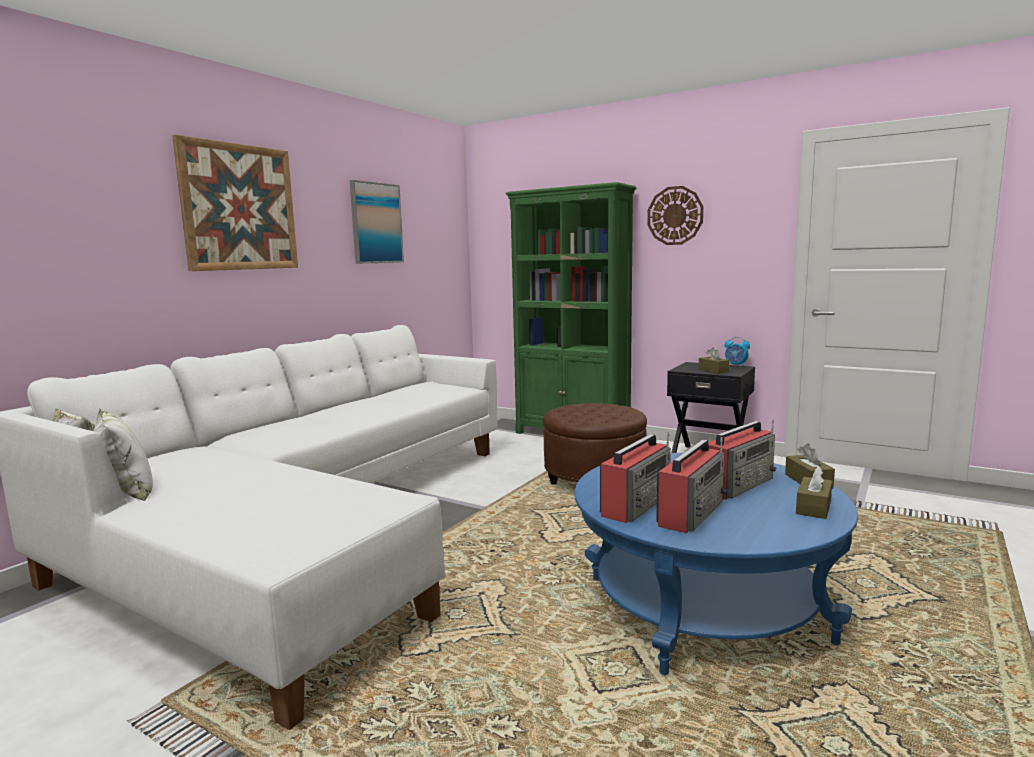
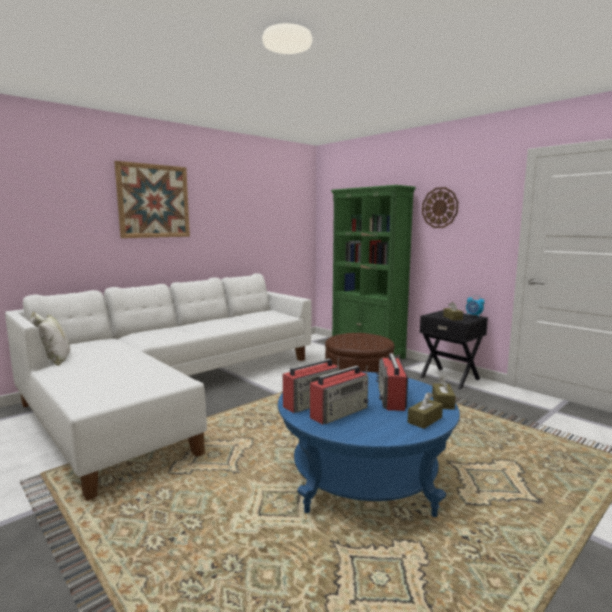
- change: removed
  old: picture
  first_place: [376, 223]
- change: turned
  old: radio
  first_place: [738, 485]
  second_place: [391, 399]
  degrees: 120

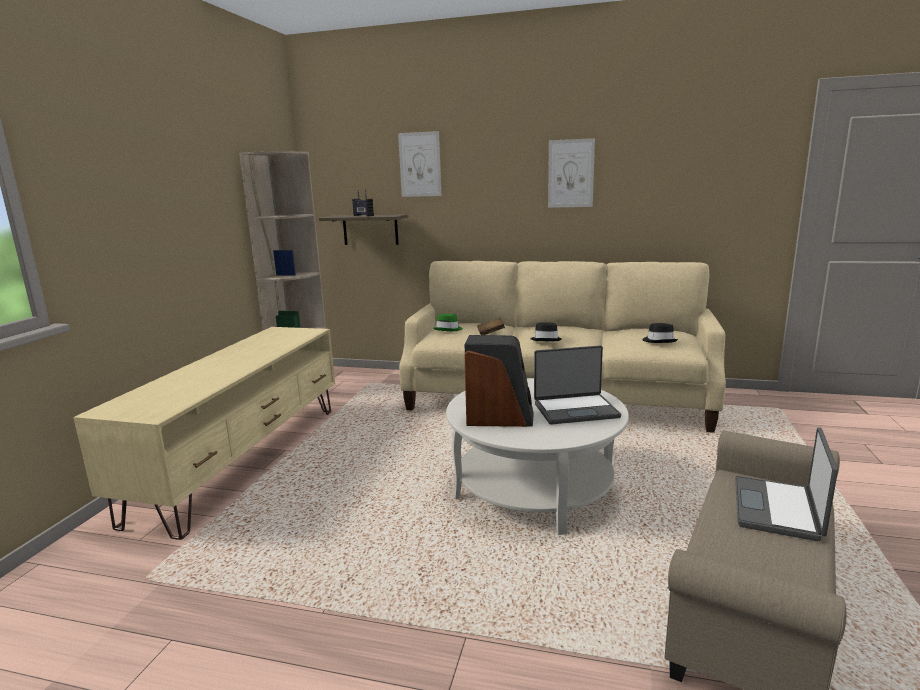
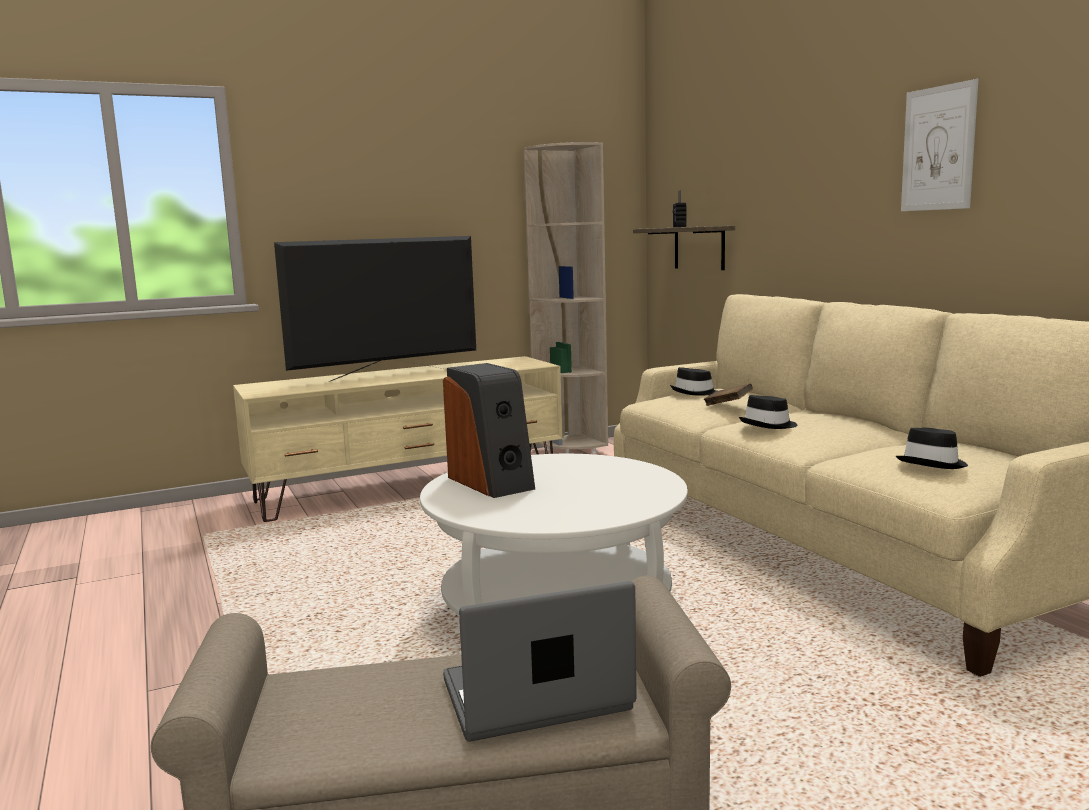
- change: removed
  old: picture
  first_place: [420, 164]
- change: removed
  old: laptop
  first_place: [575, 410]
- change: added
  new: television
  second_place: [387, 375]
- change: recoloured
  old: hat (green)
  new: hat (black)
  first_place: [448, 329]
  second_place: [695, 393]

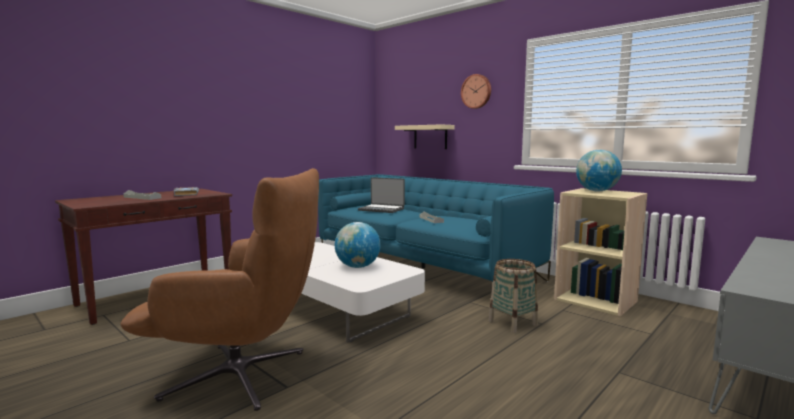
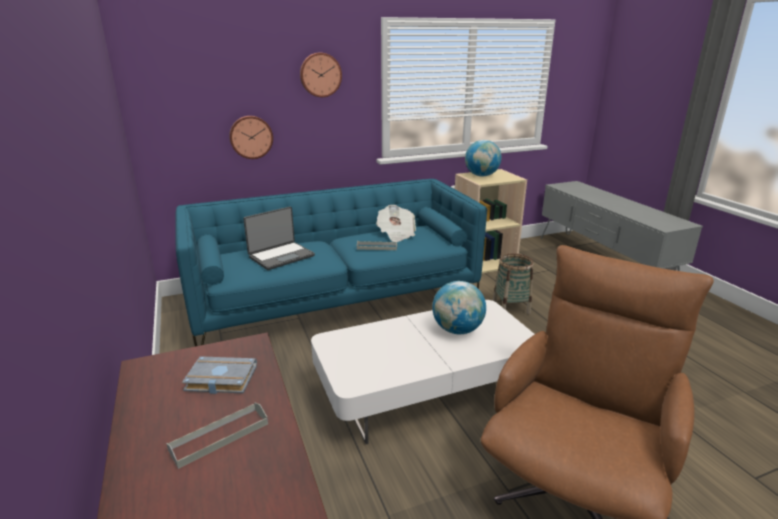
- change: added
  new: newspaper
  second_place: [396, 234]
- change: replaced
  old: shelf (beige)
  new: wall clock
  first_place: [430, 137]
  second_place: [251, 137]

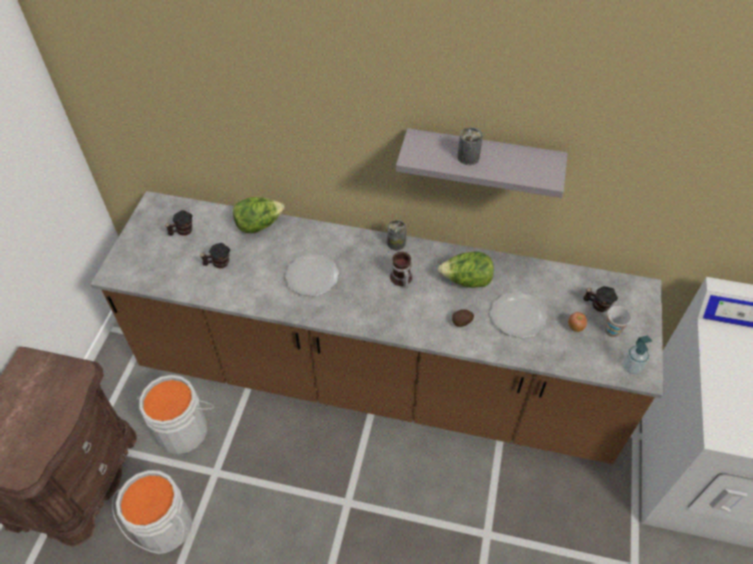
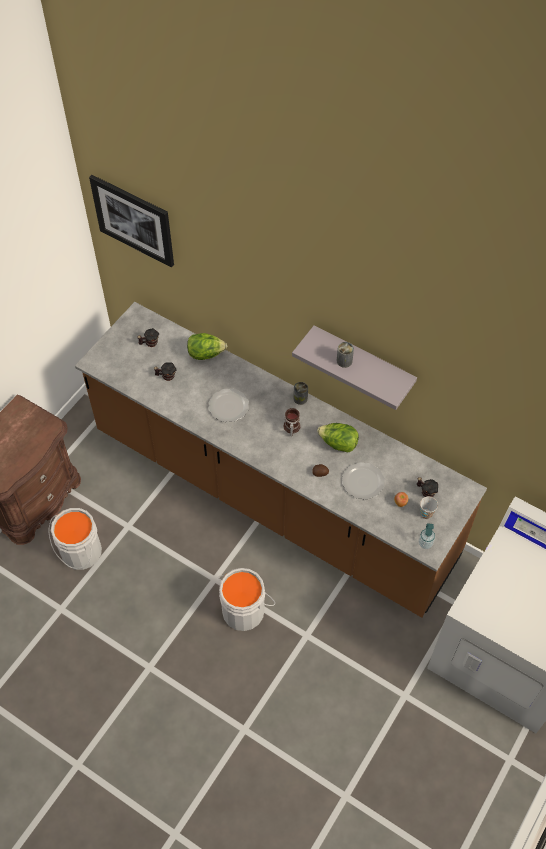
- change: added
  new: picture
  second_place: [134, 220]
- change: moved
  old: bucket (grey)
  first_place: [183, 428]
  second_place: [244, 609]

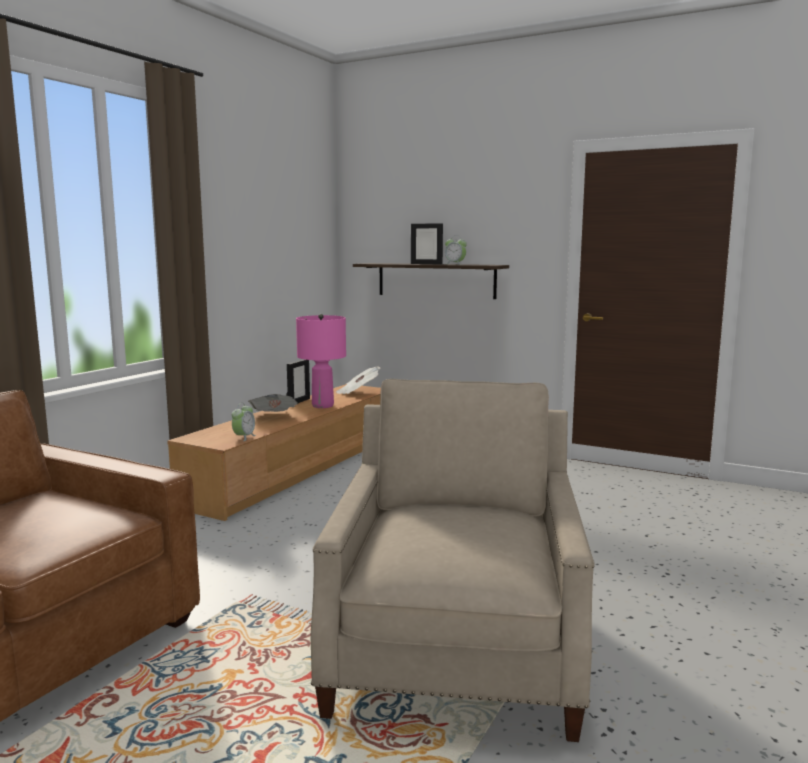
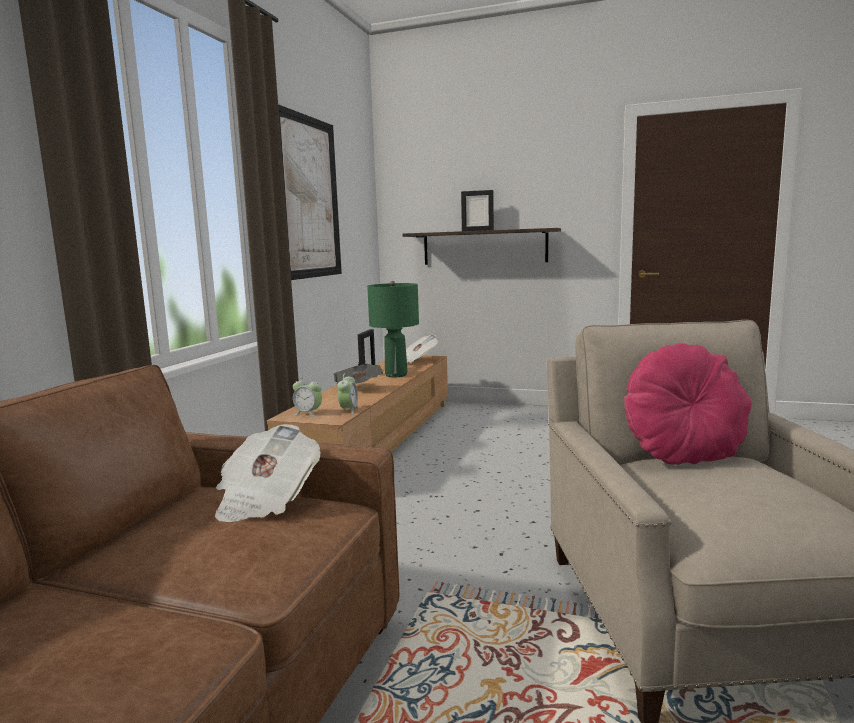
- change: added
  new: newspaper
  second_place: [266, 500]
- change: added
  new: picture
  second_place: [310, 198]
- change: added
  new: pillow (pink)
  second_place: [683, 458]
- change: moved
  old: alarm clock
  first_place: [455, 264]
  second_place: [308, 414]
- change: recoloured
  old: table lamp (pink)
  new: table lamp (green)
  first_place: [322, 405]
  second_place: [396, 375]

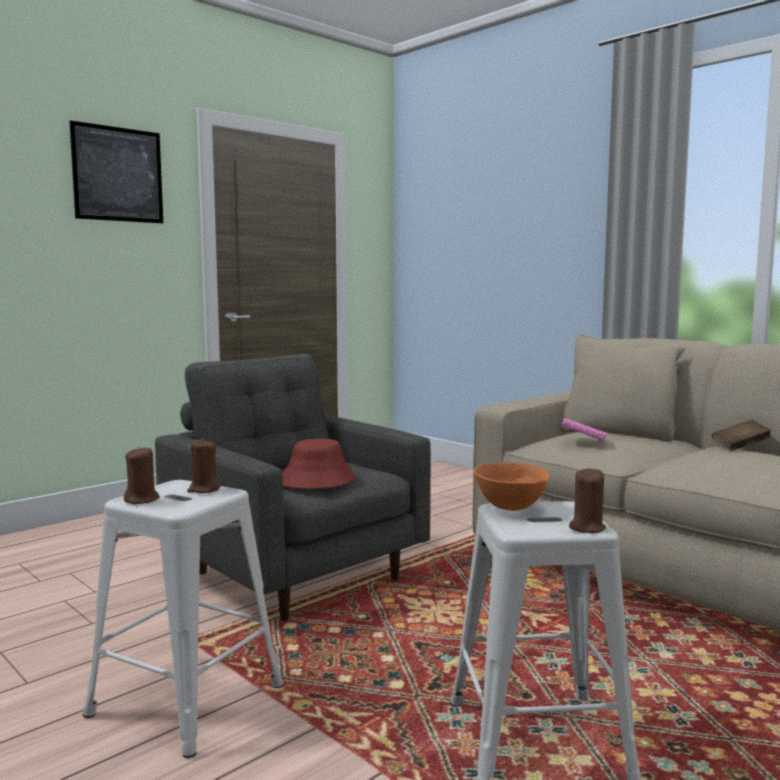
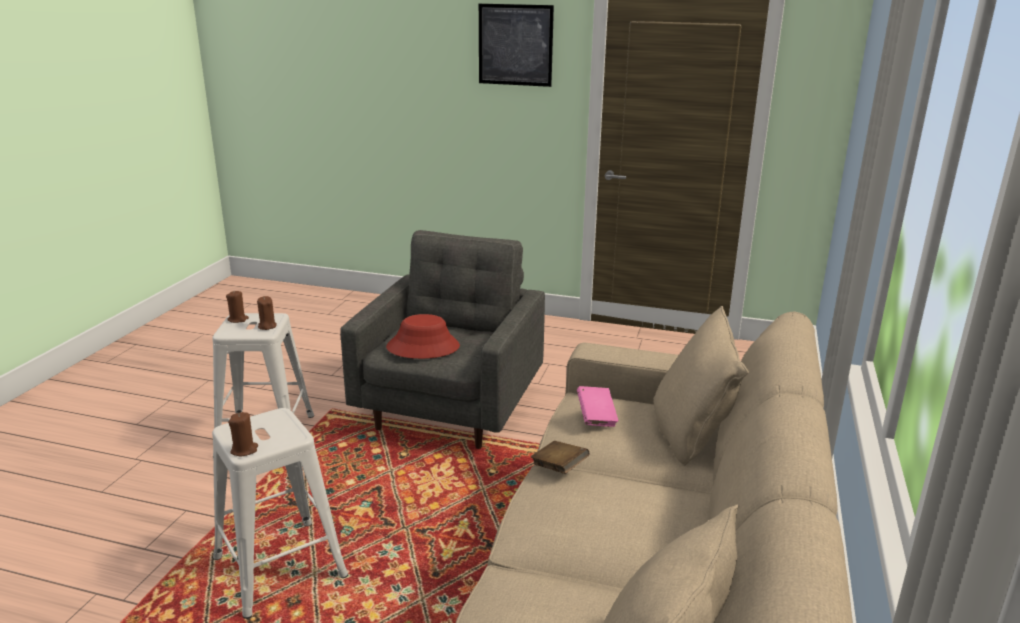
- change: removed
  old: bowl (orange)
  first_place: [511, 508]
- change: moved
  old: book (brown)
  first_place: [740, 447]
  second_place: [559, 468]

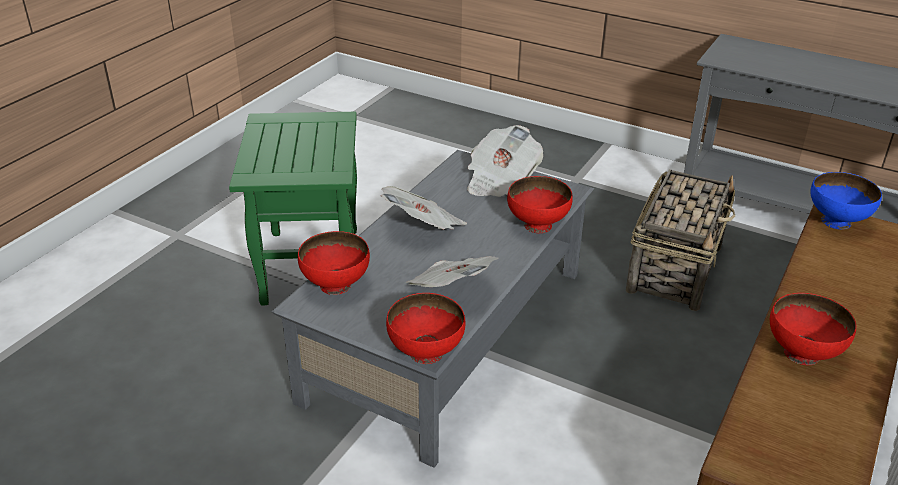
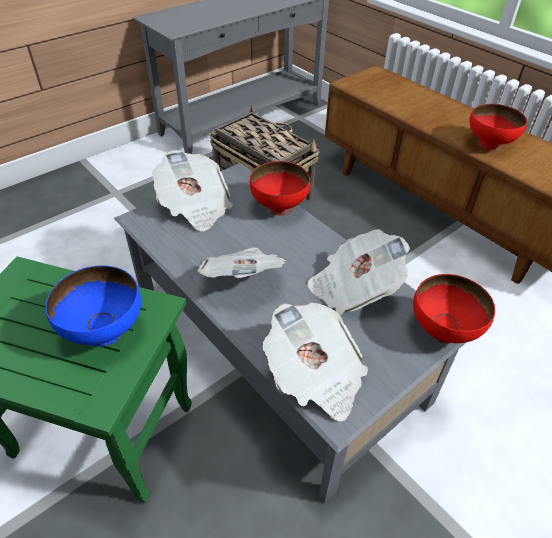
- change: moved
  old: bowl (blue)
  first_place: [837, 222]
  second_place: [105, 331]
- change: replaced
  old: bowl (red)
  new: newspaper
  first_place: [336, 286]
  second_place: [315, 376]

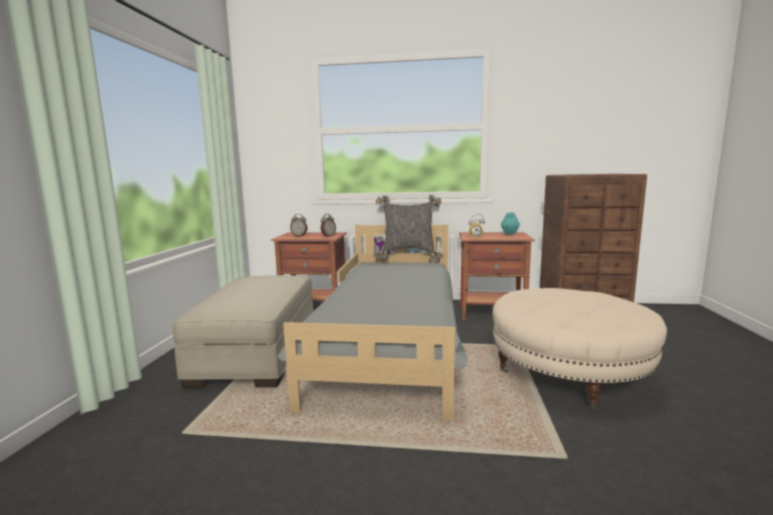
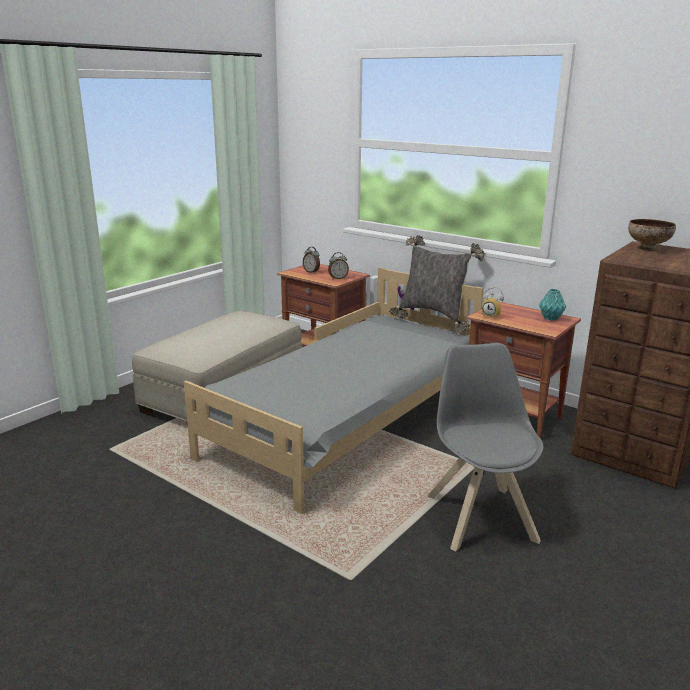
- change: added
  new: bowl
  second_place: [647, 249]
- change: replaced
  old: ottoman (beige)
  new: chair (grey)
  first_place: [568, 375]
  second_place: [479, 515]

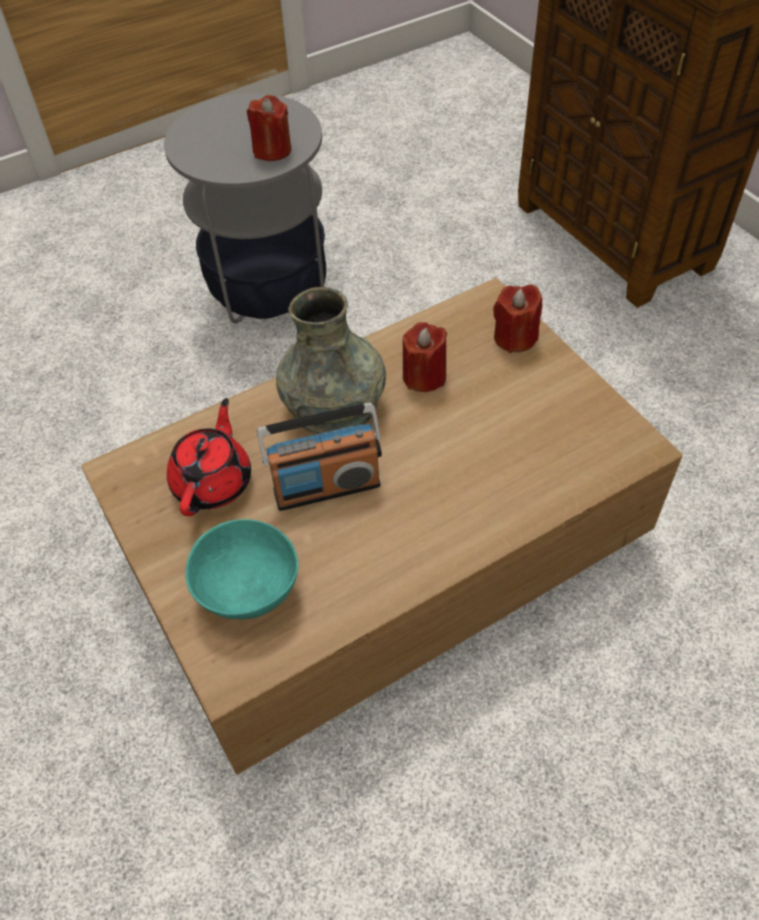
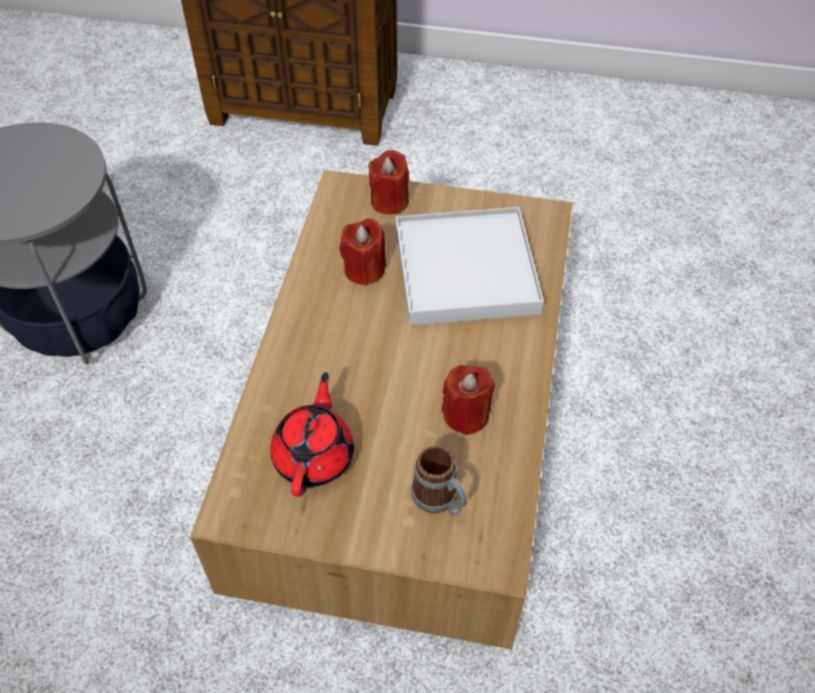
- change: removed
  old: radio
  first_place: [326, 487]
- change: removed
  old: vase (grey)
  first_place: [334, 405]
- change: added
  new: tray (white)
  second_place: [465, 271]
- change: moved
  old: candle (red)
  first_place: [272, 150]
  second_place: [466, 415]
- change: replaced
  old: bowl (turquoise)
  new: mug
  first_place: [249, 592]
  second_place: [440, 500]
- change: turned
  old: teapot (red)
  first_place: [213, 481]
  second_place: [315, 455]
  degrees: 45

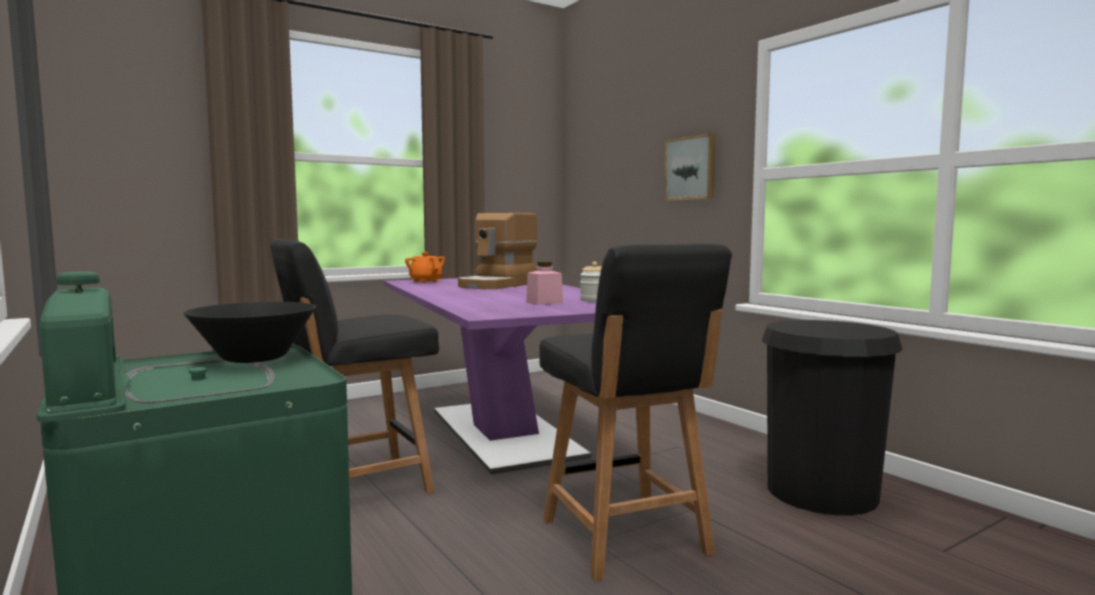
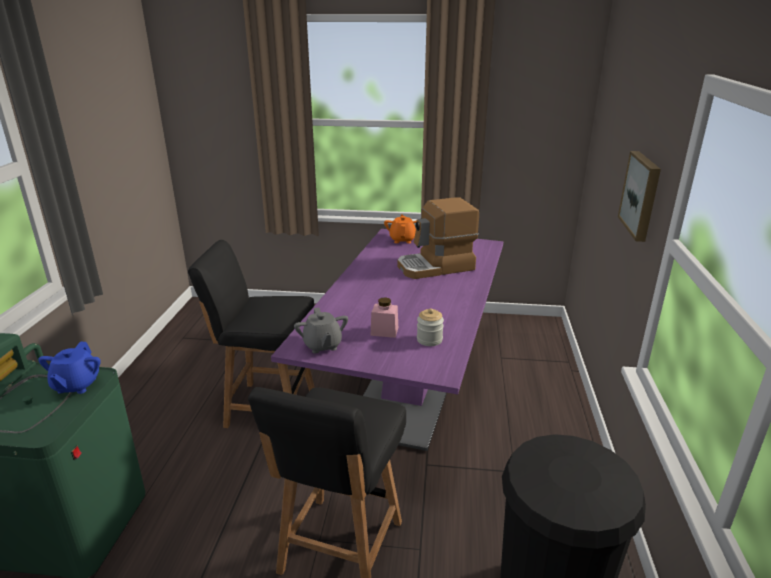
- change: added
  new: teapot (grey)
  second_place: [322, 345]
- change: replaced
  old: bowl (black)
  new: teapot (blue)
  first_place: [254, 358]
  second_place: [76, 385]

